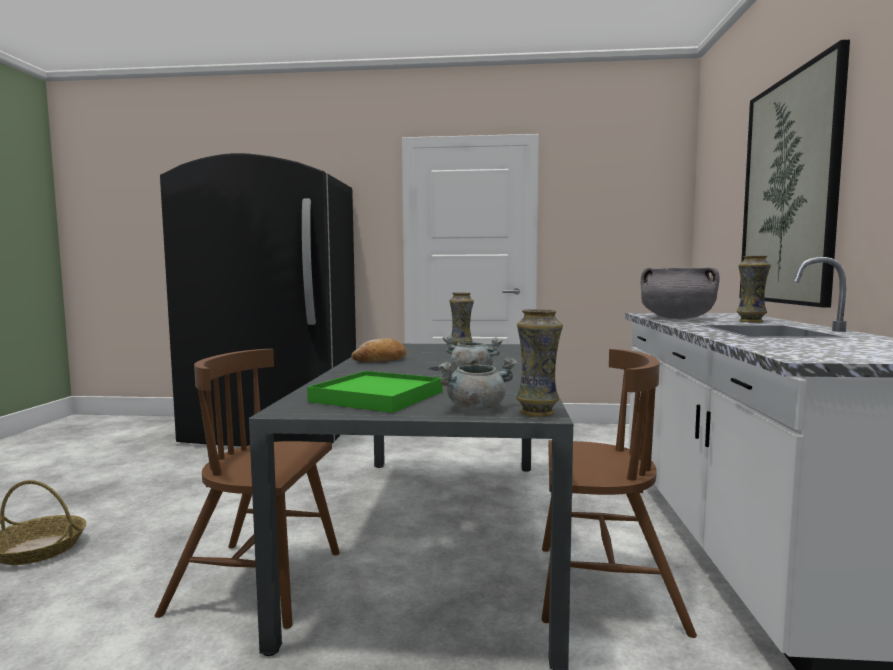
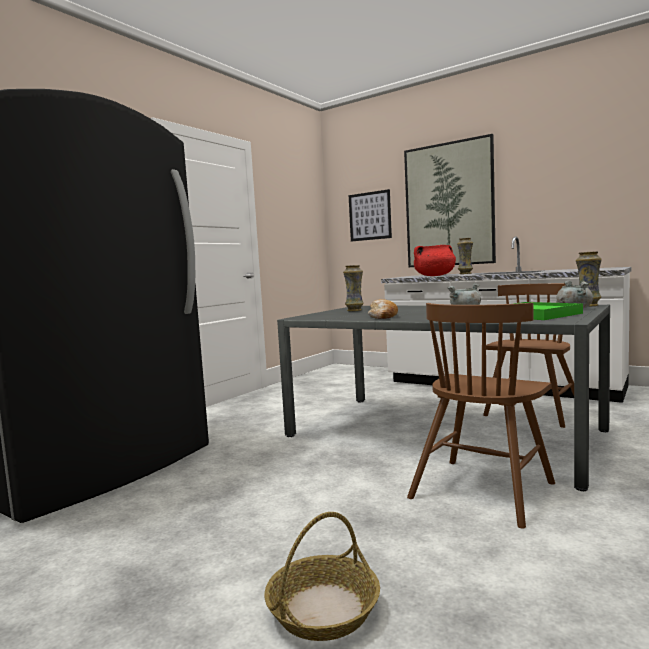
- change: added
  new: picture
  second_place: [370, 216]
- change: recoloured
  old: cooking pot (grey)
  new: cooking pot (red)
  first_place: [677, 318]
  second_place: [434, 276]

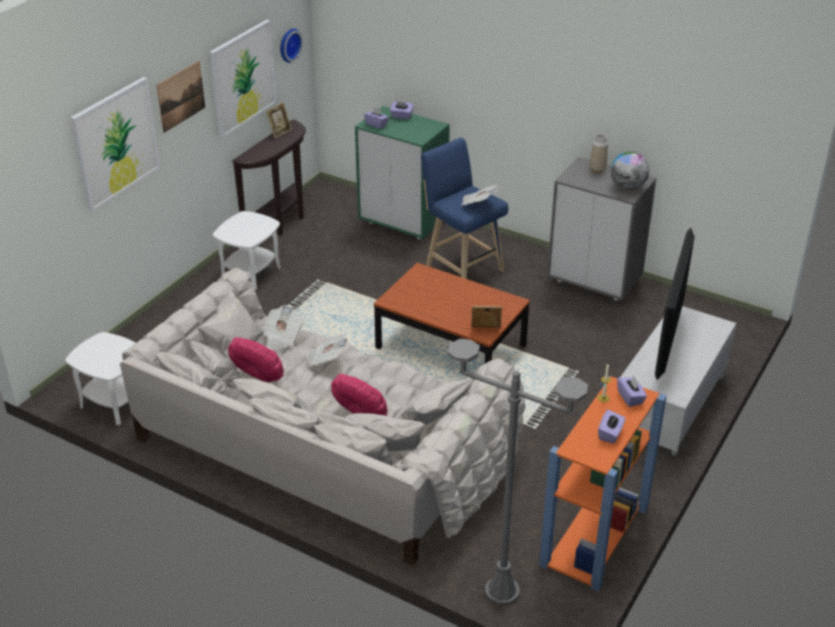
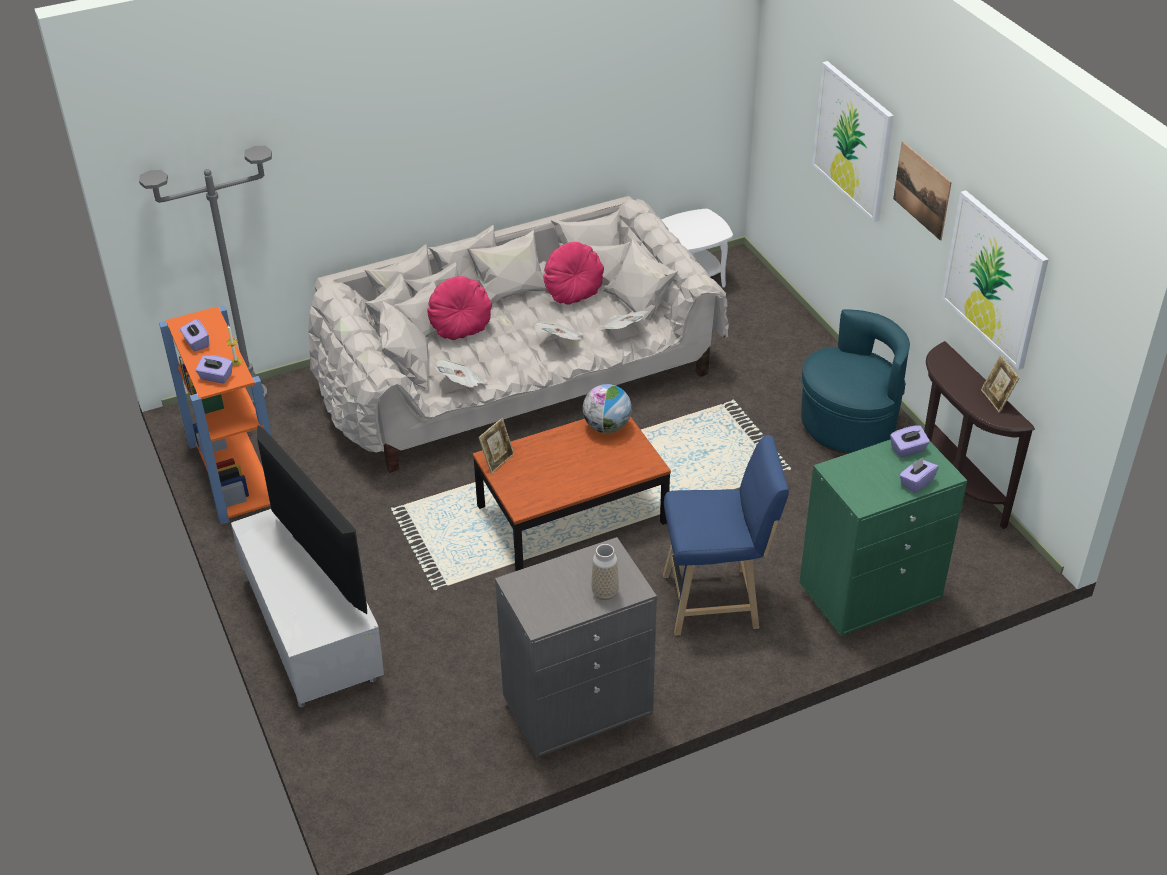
- change: removed
  old: wall clock
  first_place: [288, 44]
- change: moved
  old: newspaper
  first_place: [478, 204]
  second_place: [462, 384]
- change: moved
  old: globe
  first_place: [627, 187]
  second_place: [607, 427]
- change: replaced
  old: side table (white)
  new: armchair (turquoise)
  first_place: [251, 273]
  second_place: [847, 425]

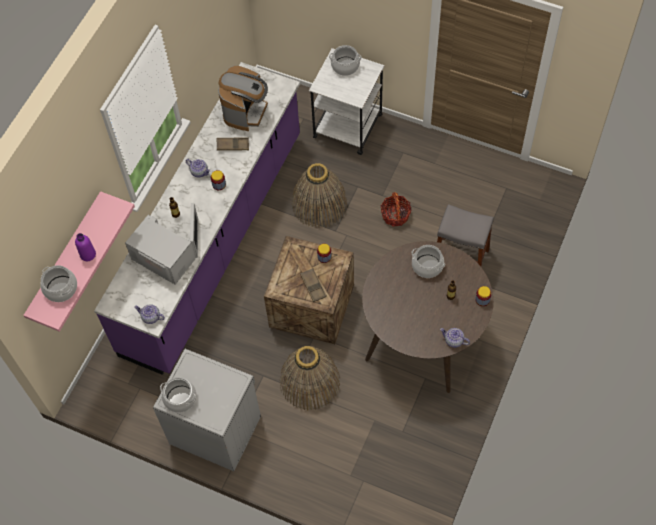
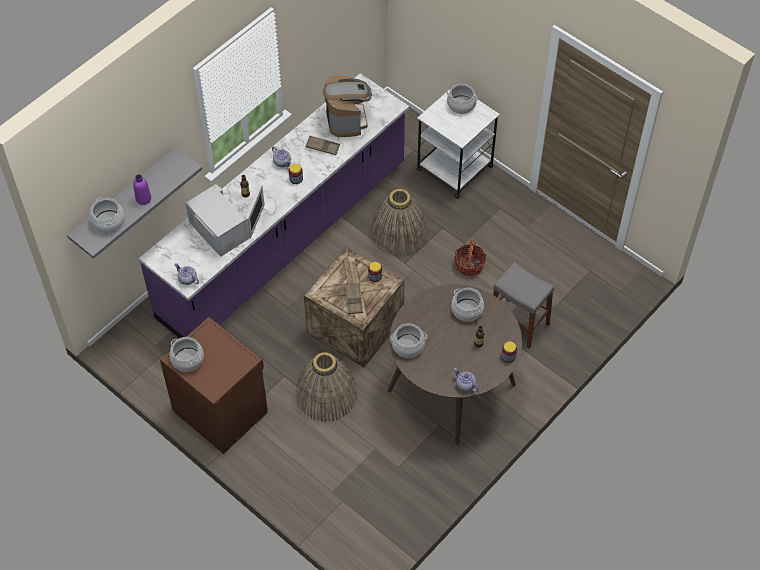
- change: added
  new: cooking pot
  second_place: [408, 346]
- change: recoloured
  old: shelf (pink)
  new: shelf (grey)
  first_place: [66, 259]
  second_place: [124, 199]
- change: recoloured
  old: washing machine (white)
  new: washing machine (brown)
  first_place: [216, 428]
  second_place: [221, 410]
- change: turned
  old: coffee machine
  first_place: [246, 111]
  second_place: [347, 119]
  degrees: -45

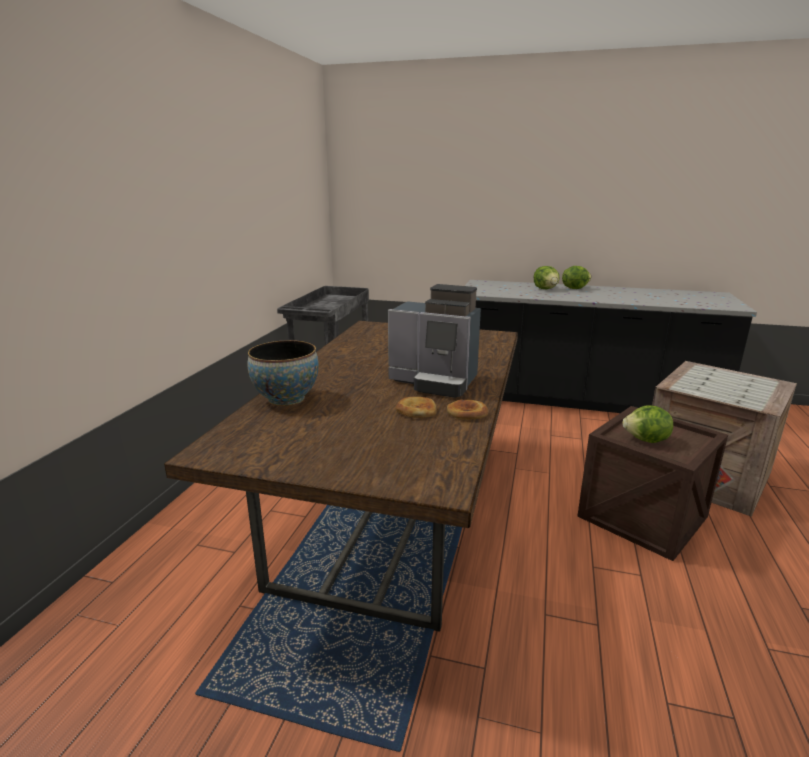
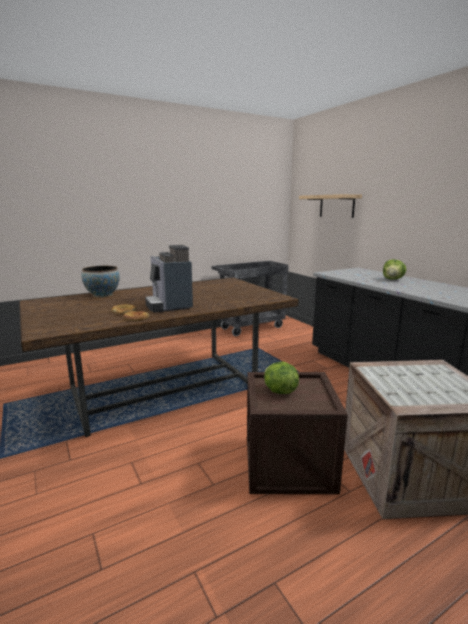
- change: removed
  old: lettuce
  first_place: [574, 288]
- change: added
  new: shelf
  second_place: [336, 206]

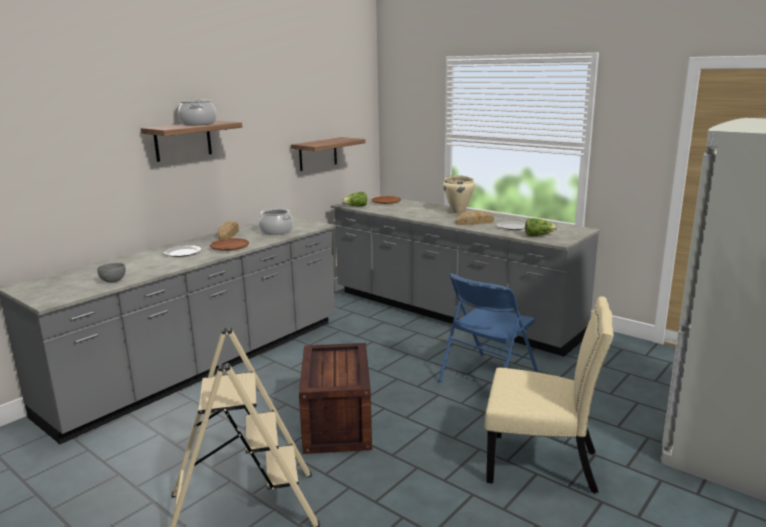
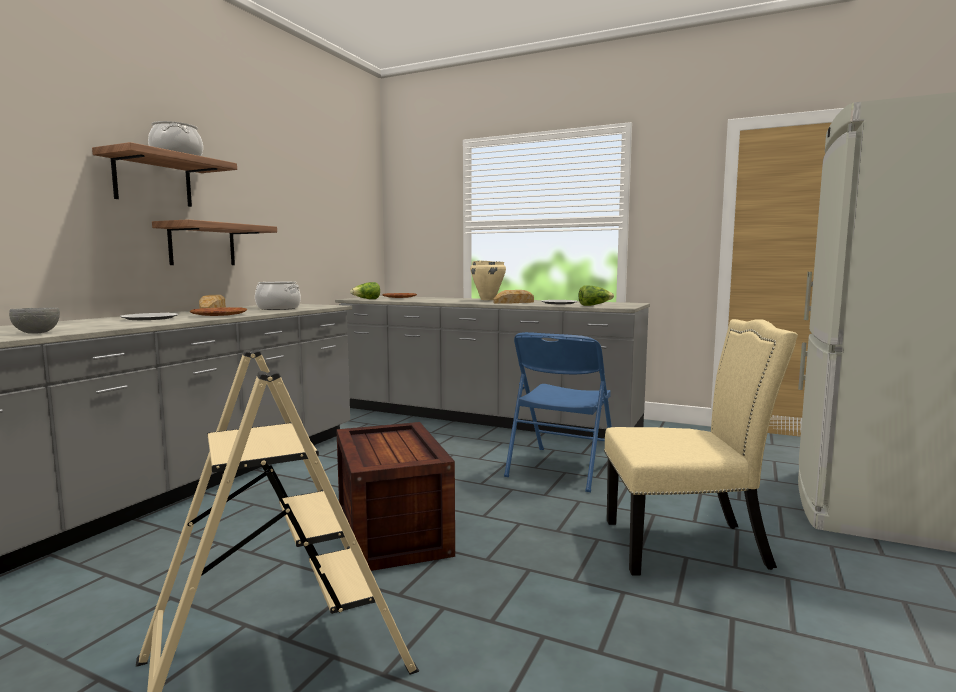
- change: moved
  old: shelf
  first_place: [318, 154]
  second_place: [202, 245]

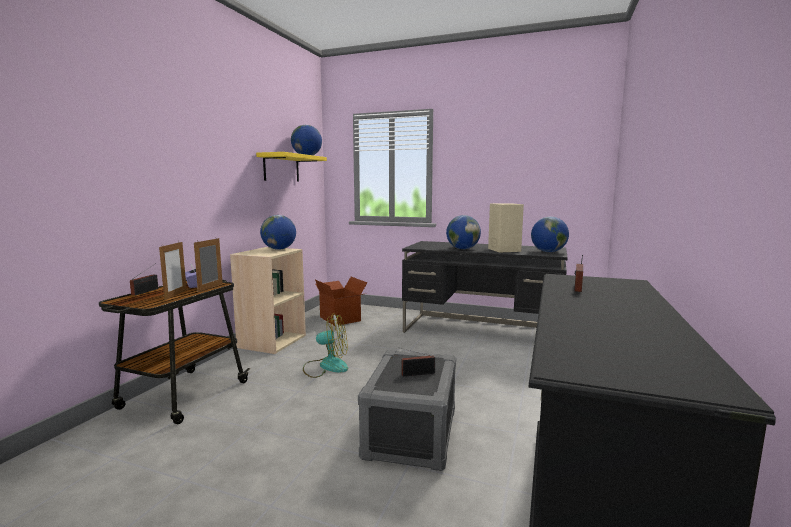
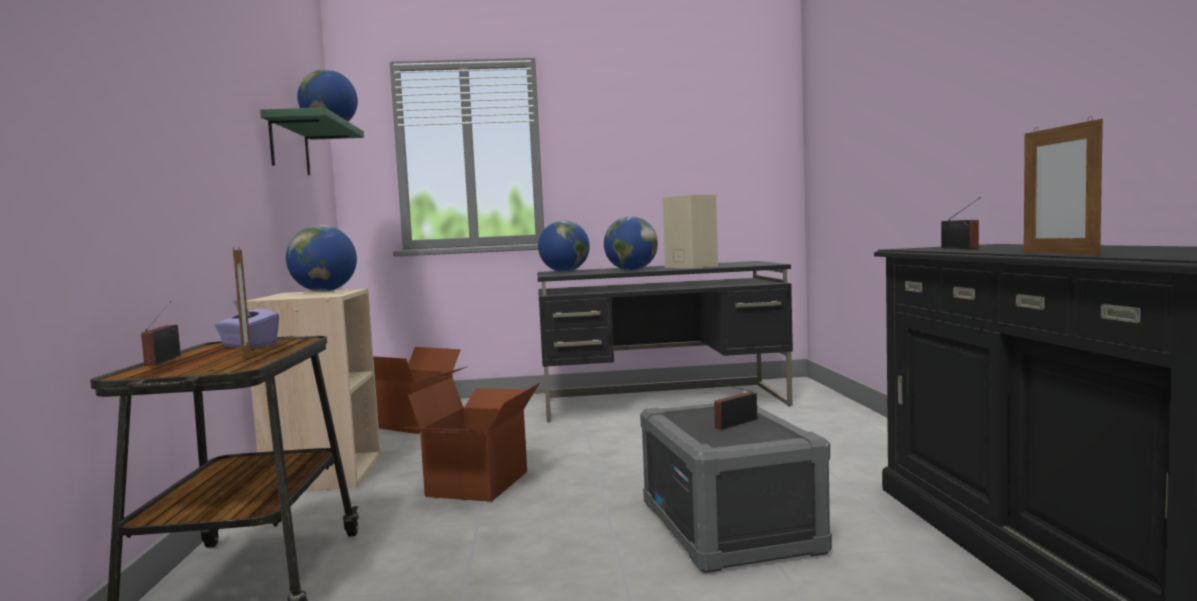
- change: moved
  old: picture frame
  first_place: [210, 287]
  second_place: [1059, 253]
- change: moved
  old: globe
  first_place: [548, 252]
  second_place: [565, 271]
- change: replaced
  old: fan
  new: cardboard box
  first_place: [326, 366]
  second_place: [480, 484]
- change: recoloured
  old: shelf (yellow)
  new: shelf (green)
  first_place: [281, 168]
  second_place: [289, 146]

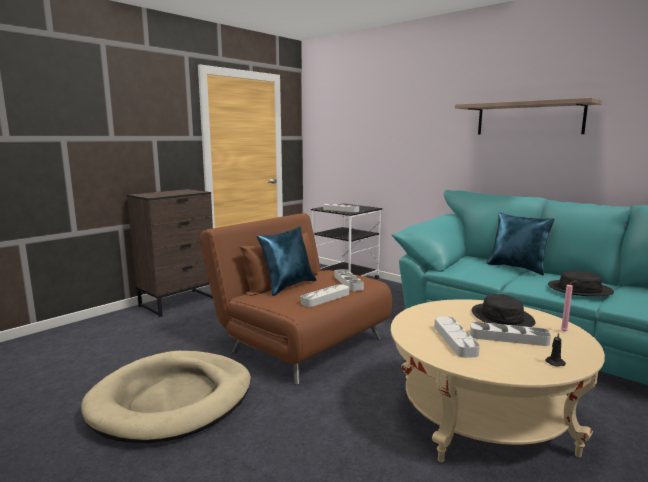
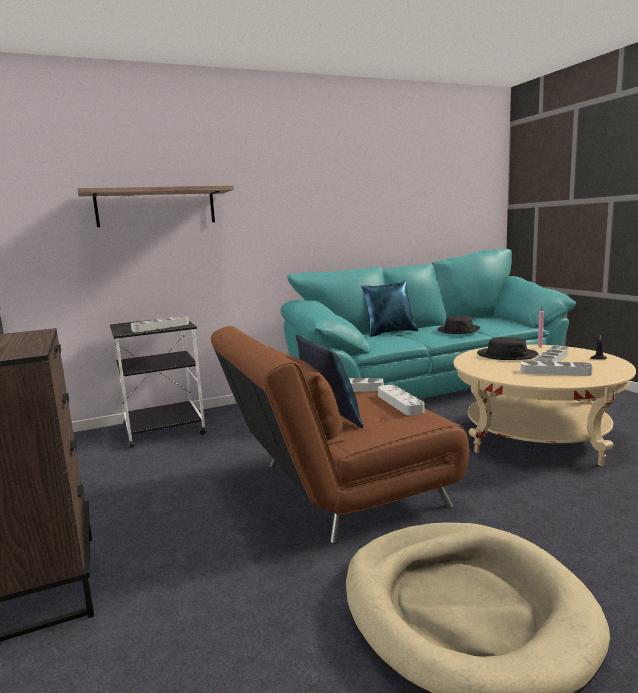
- change: moved
  old: shelf
  first_place: [529, 118]
  second_place: [156, 207]

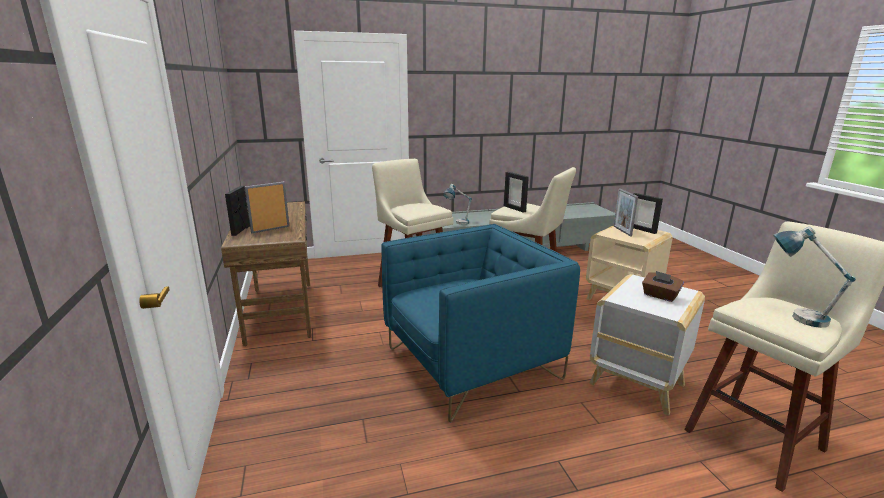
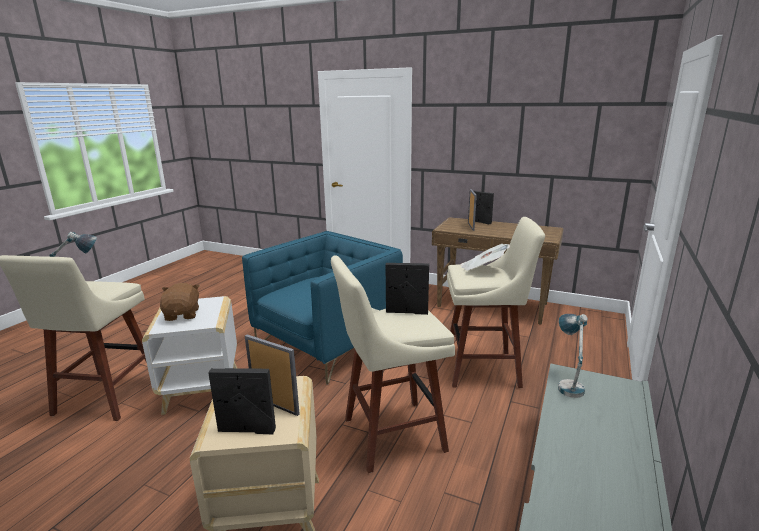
- change: added
  new: newspaper
  second_place: [482, 269]
- change: replaced
  old: tissue box (brown)
  new: plush toy (brown)
  first_place: [660, 296]
  second_place: [183, 315]
- change: turned
  old: armchair (blue)
  first_place: [471, 364]
  second_place: [328, 343]
  degrees: -150

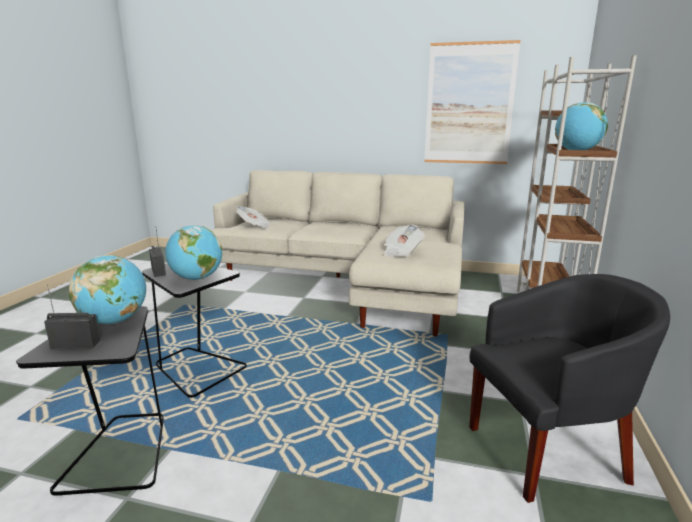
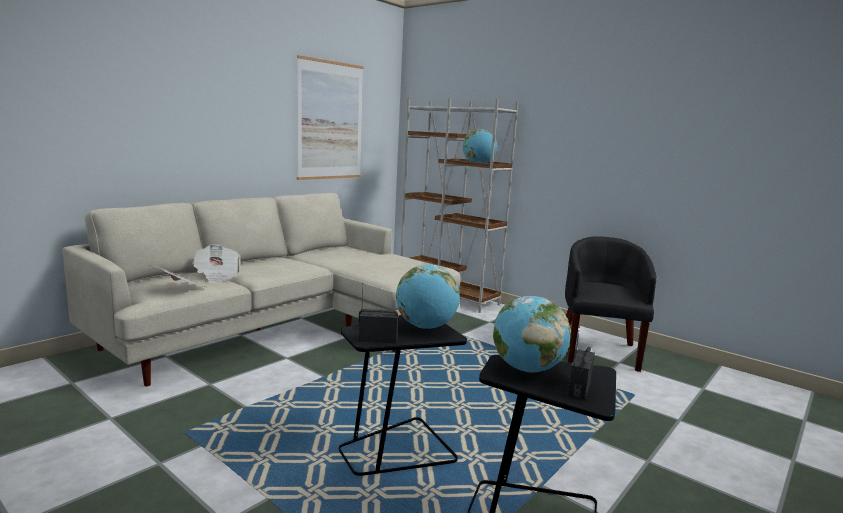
- change: moved
  old: newspaper
  first_place: [401, 252]
  second_place: [217, 276]

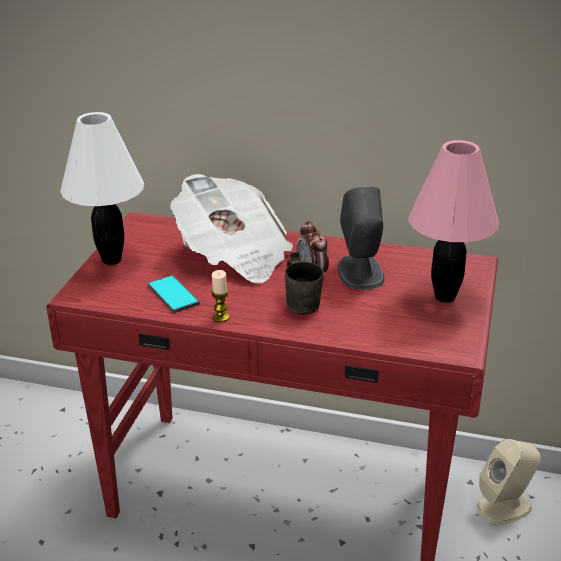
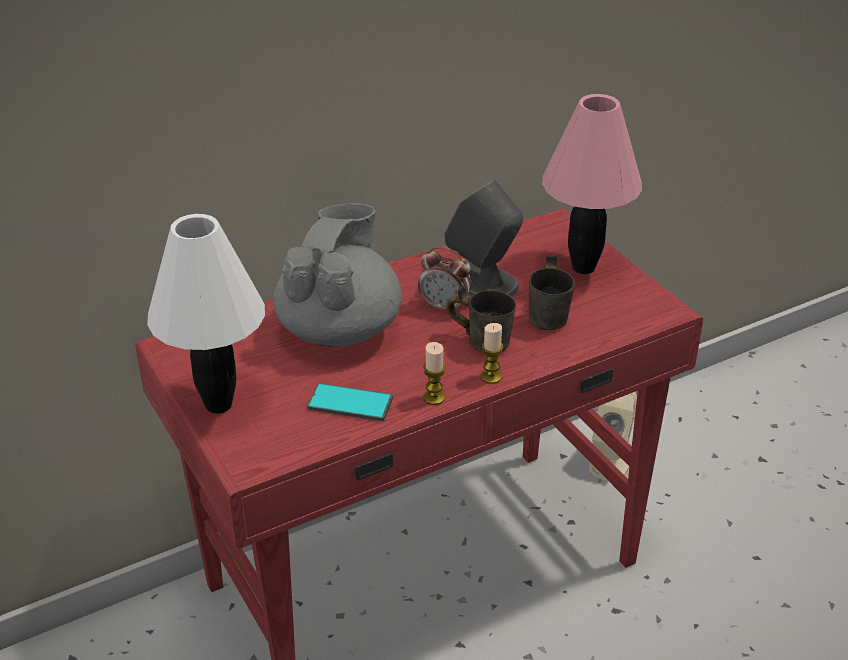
- change: added
  new: candle
  second_place: [491, 377]
- change: added
  new: mug (grey)
  second_place: [552, 316]
- change: replaced
  old: newspaper
  new: teapot (grey)
  first_place: [234, 255]
  second_place: [340, 328]

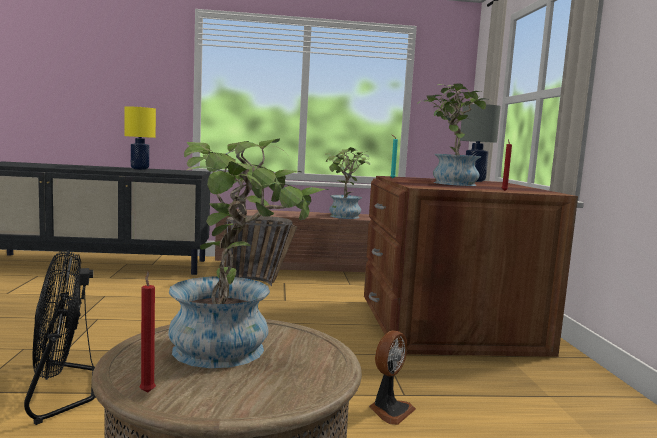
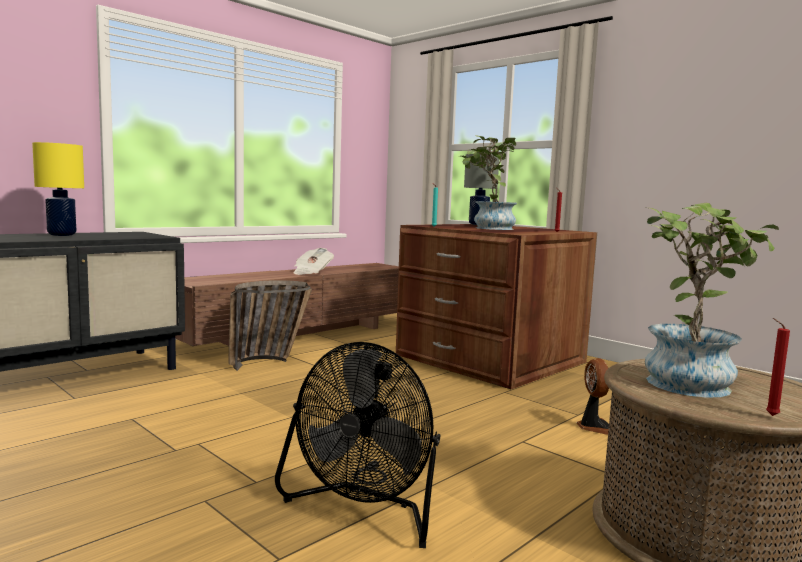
- change: replaced
  old: potted plant
  new: newspaper
  first_place: [344, 217]
  second_place: [311, 272]

